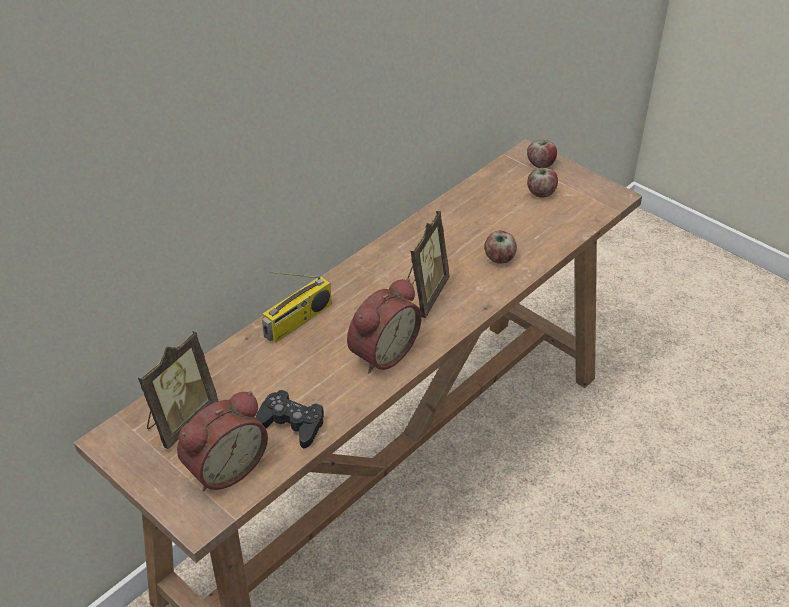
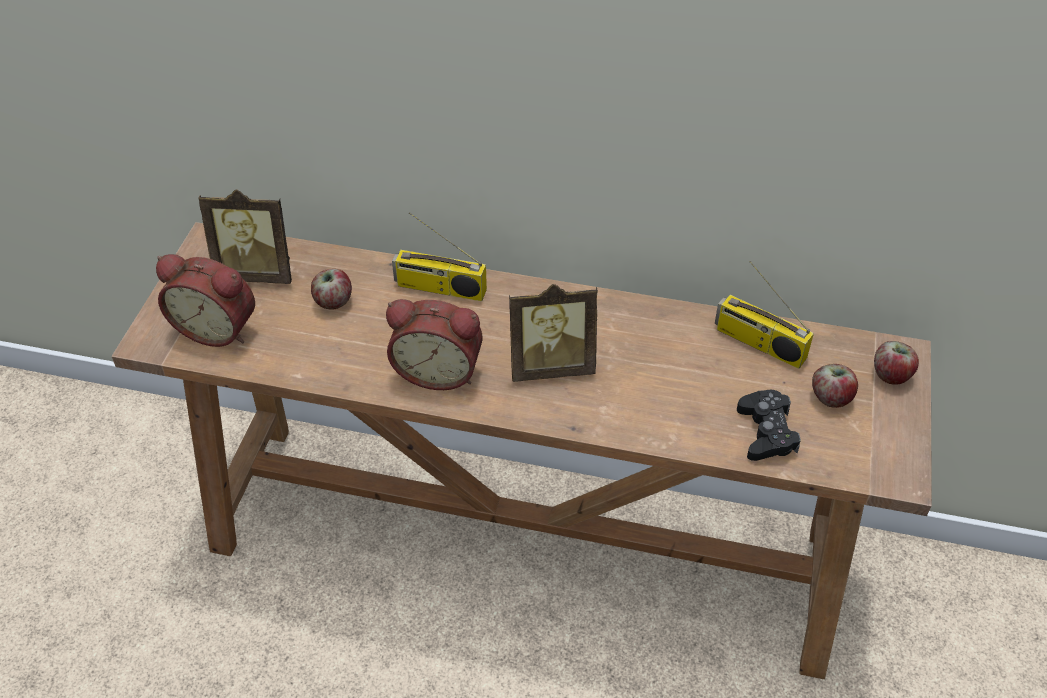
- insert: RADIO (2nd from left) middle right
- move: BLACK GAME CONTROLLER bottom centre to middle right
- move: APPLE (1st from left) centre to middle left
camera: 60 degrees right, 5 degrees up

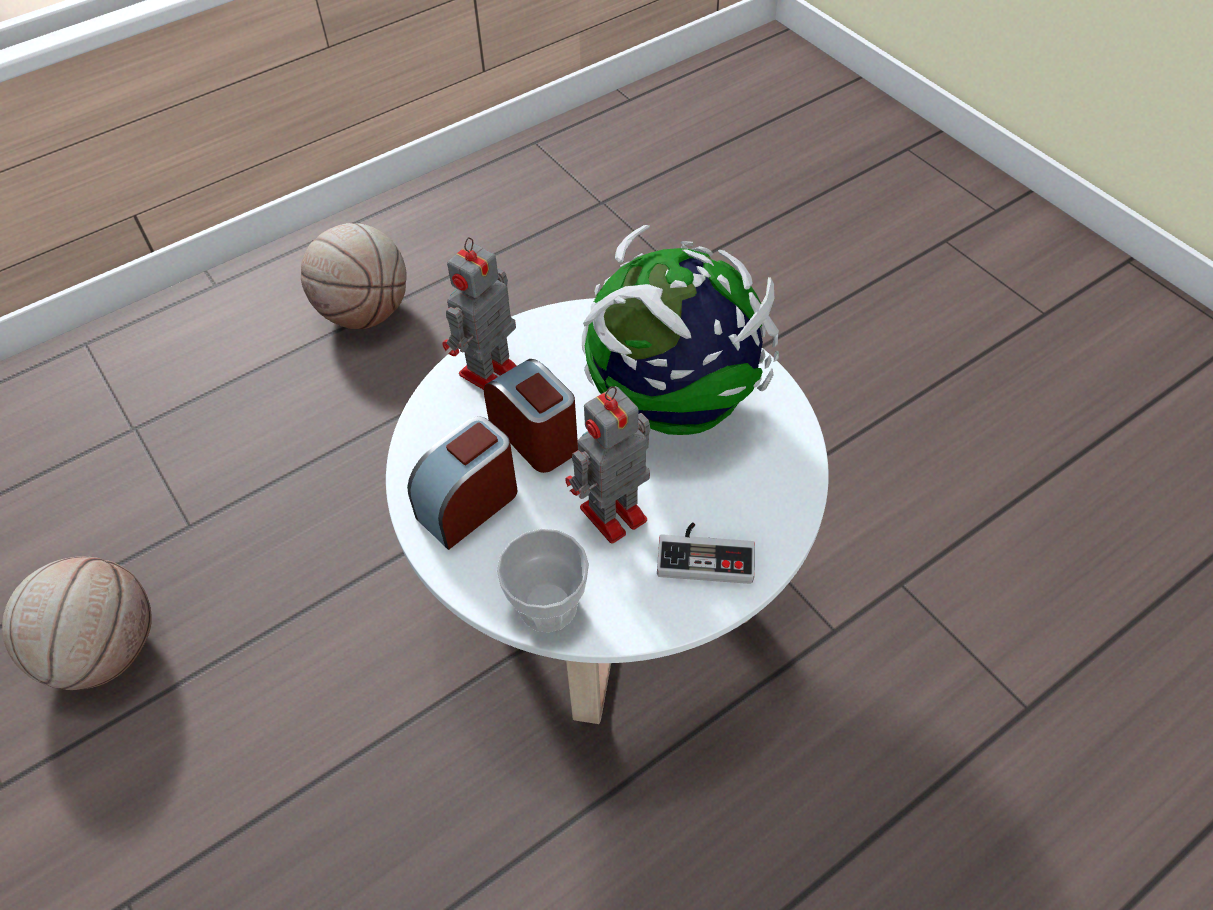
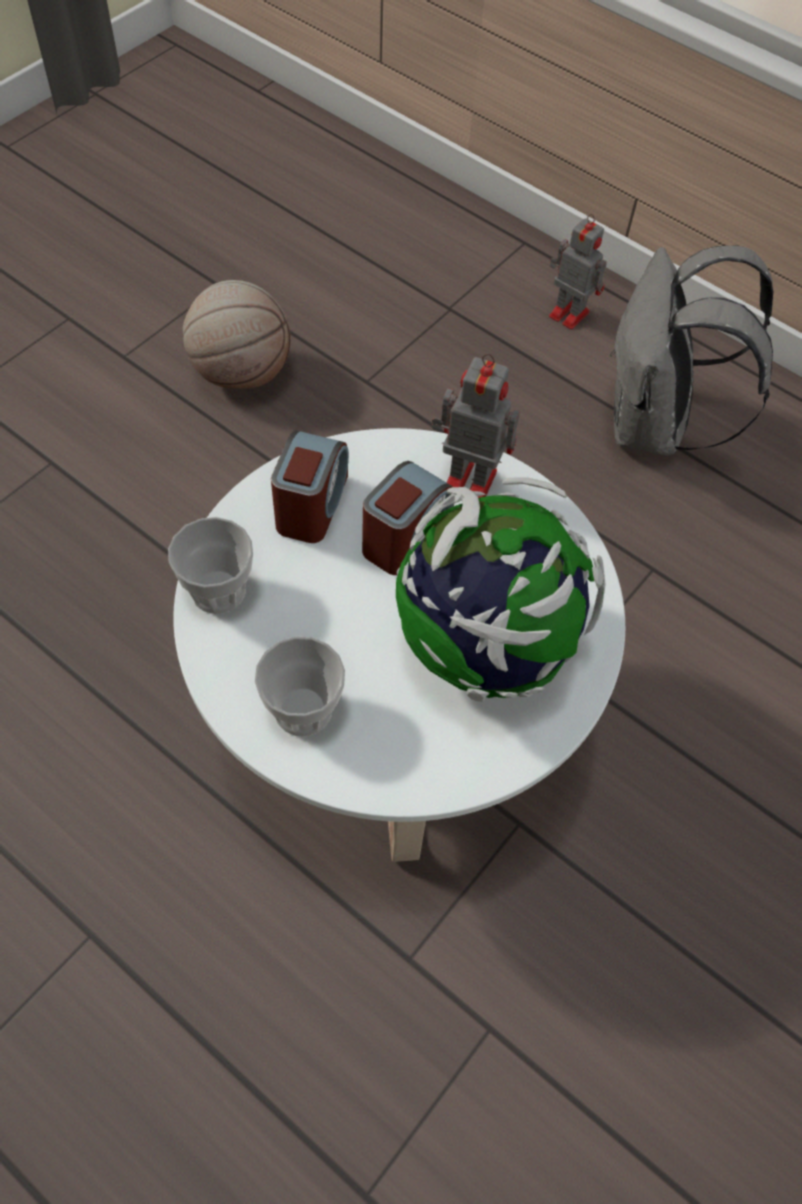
- move: TOY ROBOT (2nd from left) centre to top right
- replace: BASKETBALL (2nd from left) top left to GREY BACKPACK top right
- replace: GAME CONTROLLER centre to CUP (2nd from left) centre
- rotate: ALARM CLOCK (1st from left) centre = centre 75 degrees clockwise
camera: 70 degrees right, 5 degrees up

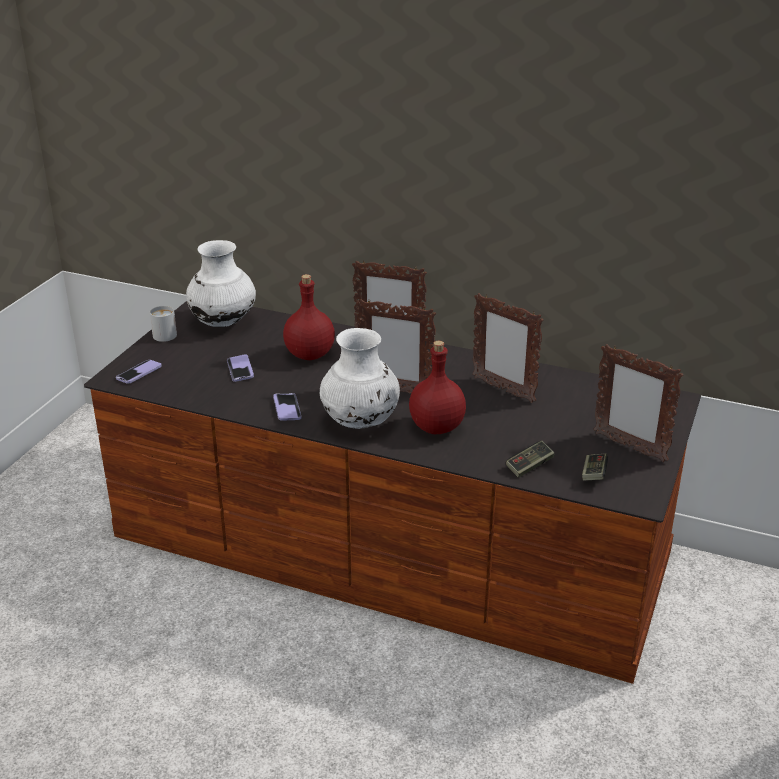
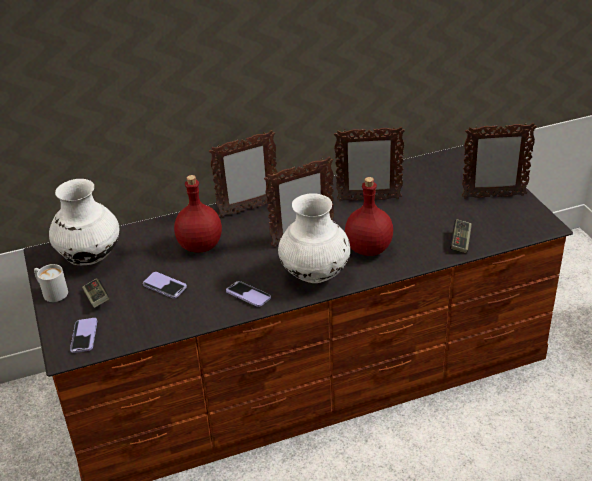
- move: GAME CONTROLLER (2nd from left in the first image) middle right to GAME CONTROLLER (1st from left) middle left
camera: 40 degrees left, 5 degrees up

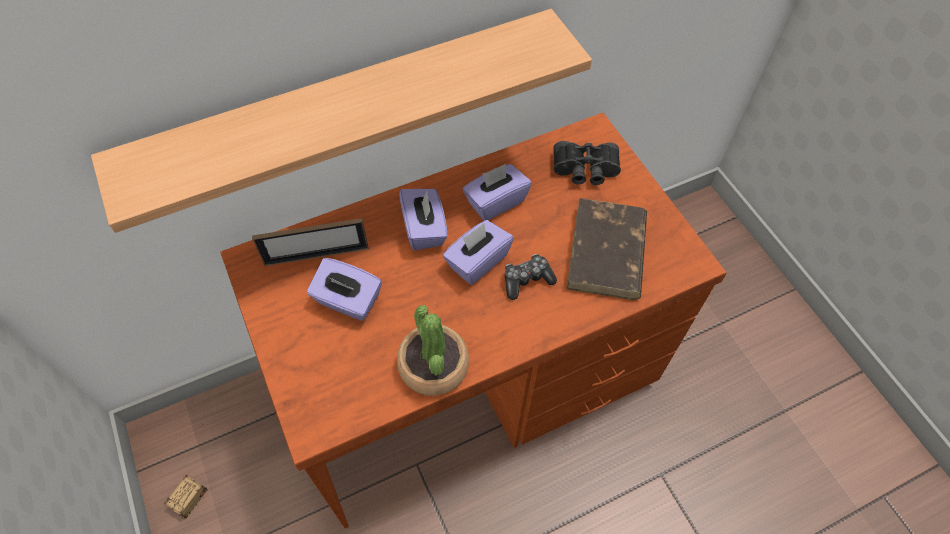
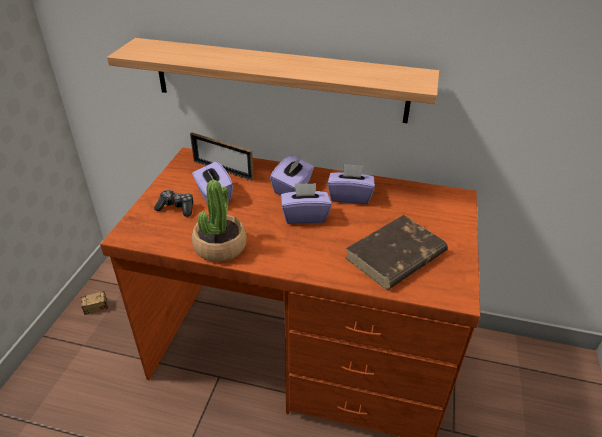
- delete: BLACK BINOCULARS top centre
- move: GAME CONTROLLER centre to middle left
camera: 40 degrees right, 20 degrees down

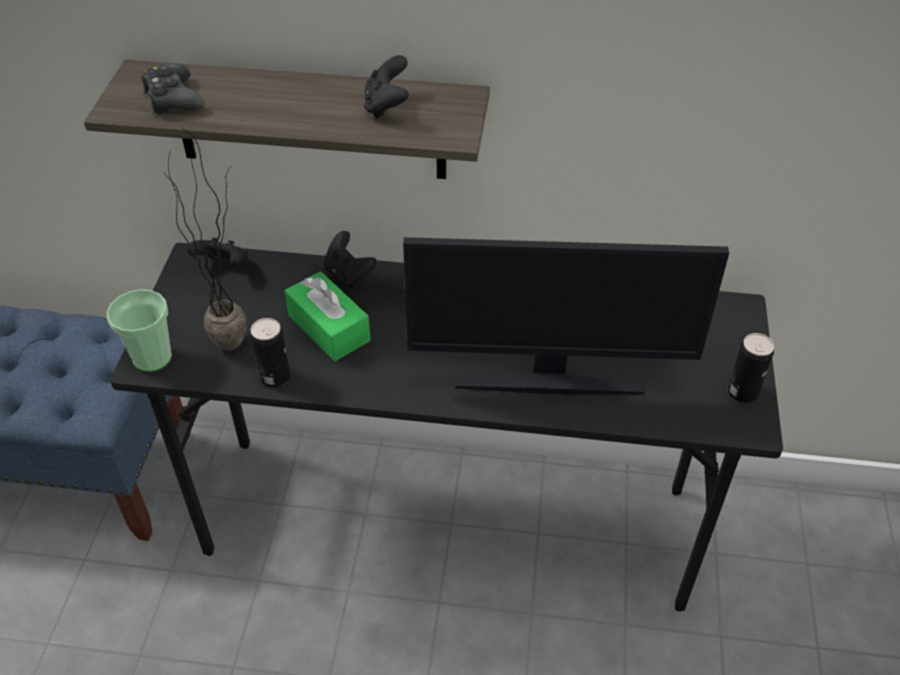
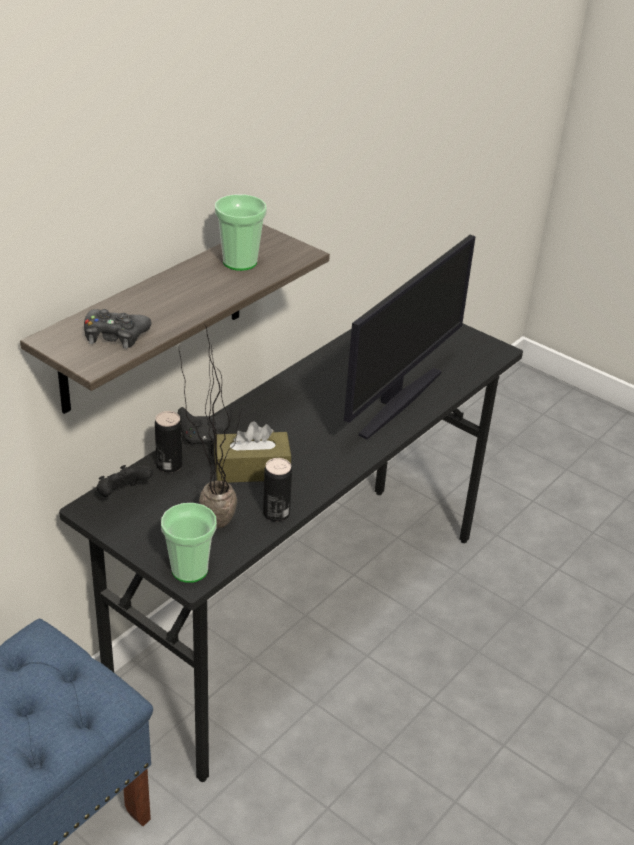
- move: CAN (2nd from left in the first image) middle right to CAN (1st from left) middle left
- replace: BLACK GAME CONTROLLER (4th from left) top centre to CUP (2nd from left) top centre
- recolor: GREEN TISSUE BOX centre to BROWN TISSUE BOX centre
camera: 60 degrees left, 10 degrees down

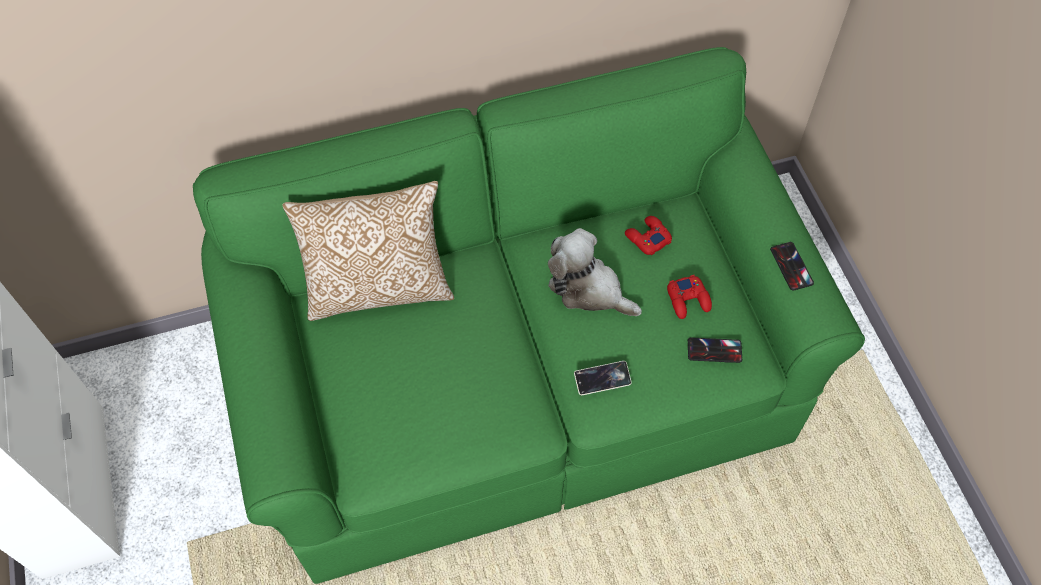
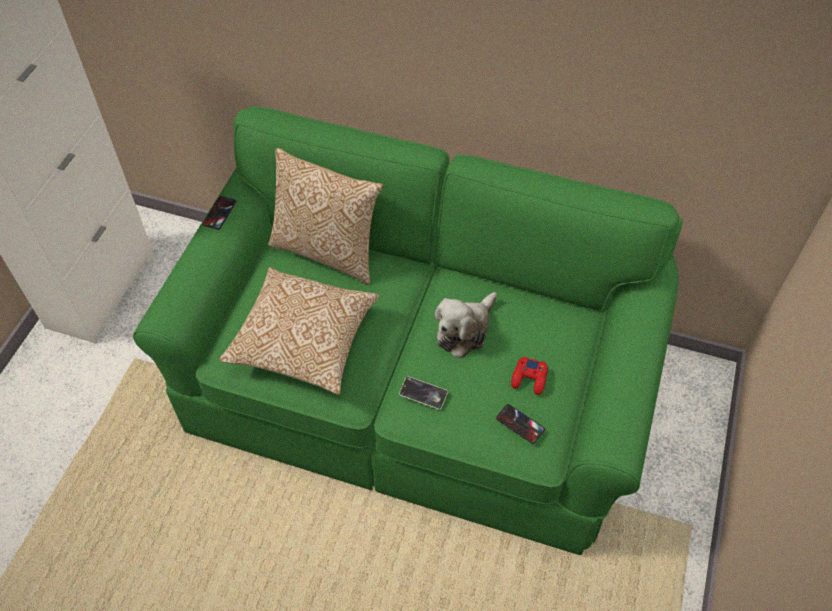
- delete: RED GAME CONTROLLER (1st from left) centre
- insert: PILLOW (1st from left) centre
- move: PHONE (3rd from left in the first image) middle right to PHONE (1st from left) middle left
- rotate: PLUSH TOY centre = centre 120 degrees counterclockwise
camera: 35 degrees right, 5 degrees down

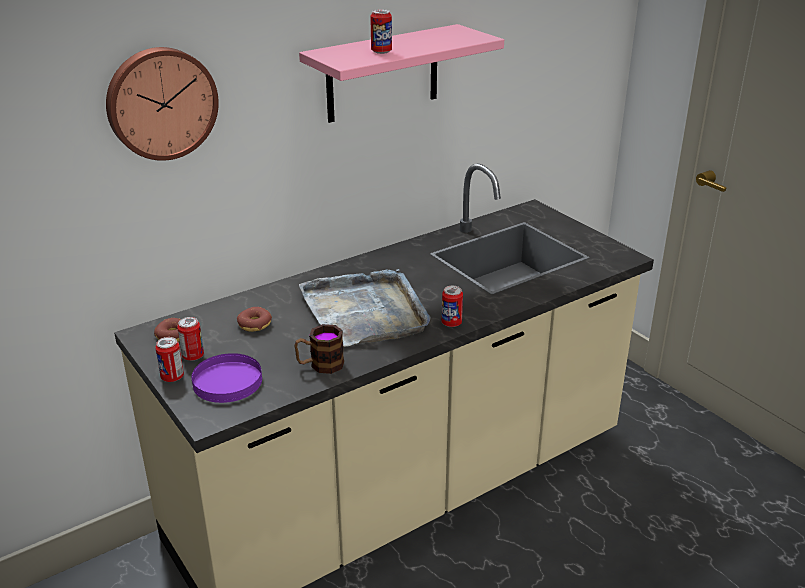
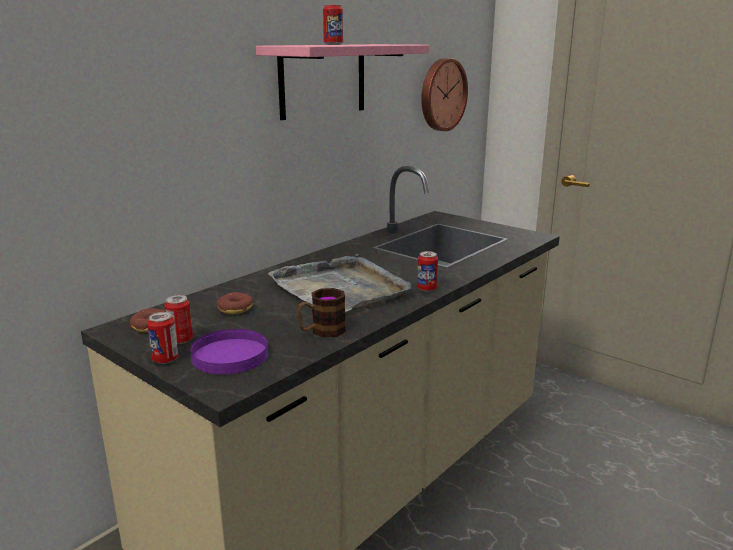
- move: WALL CLOCK top left to top centre
camera: 15 degrees left, 10 degrees down

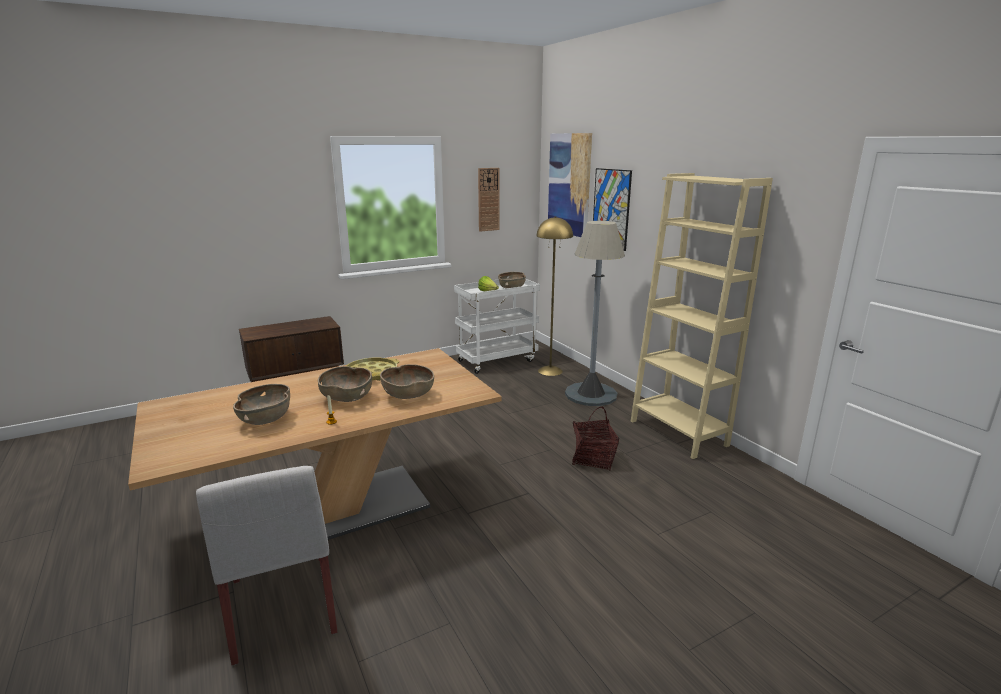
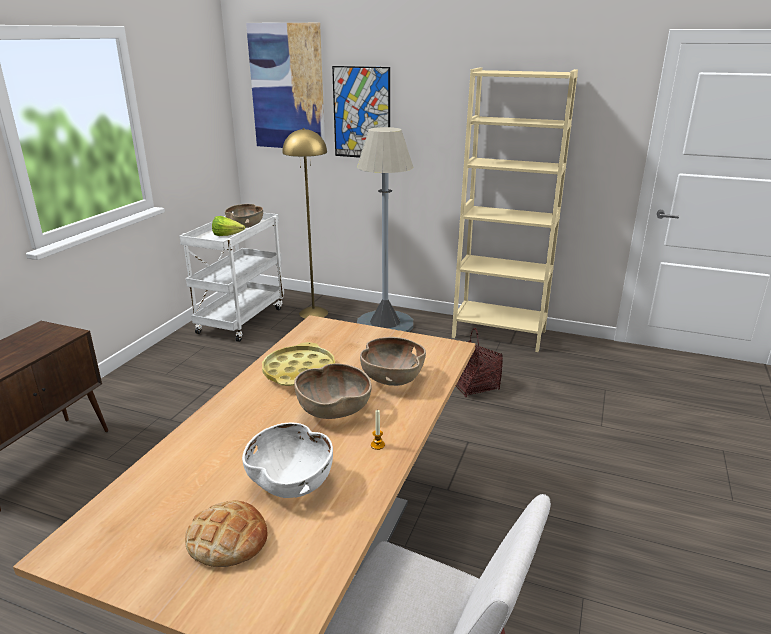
- delete: WALL CLOCK top centre
- insert: BREAD bottom left
- recolor: BROWN BOWL (1st from left) middle left to WHITE BOWL bottom centre
camera: 40 degrees left, 5 degrees up

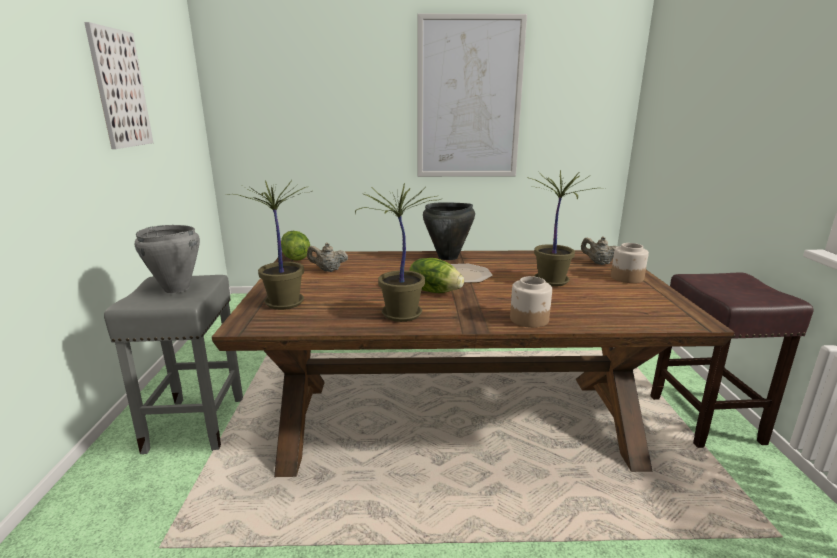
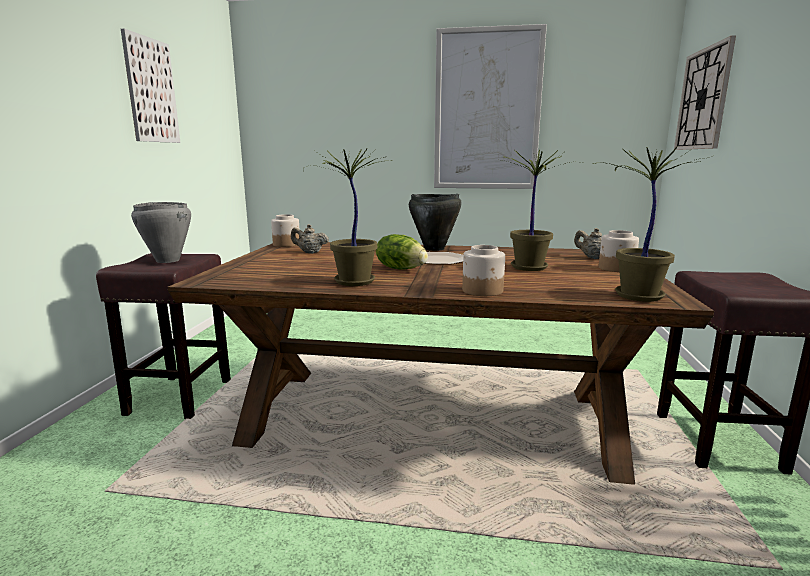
- insert: WALL CLOCK top right
- move: POTTED PLANT (1st from left in the first image) middle left to POTTED PLANT (3rd from left) middle right
- replace: LETTUCE (1st from left) centre to JAR (1st from left) centre
- recolor: GREY STOOL middle left to BROWN STOOL (1st from left) middle left
camera: 10 degrees right, 5 degrees down

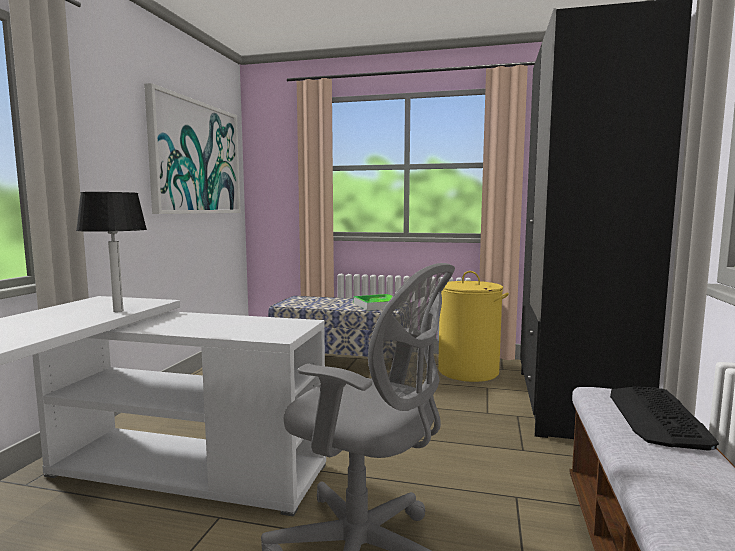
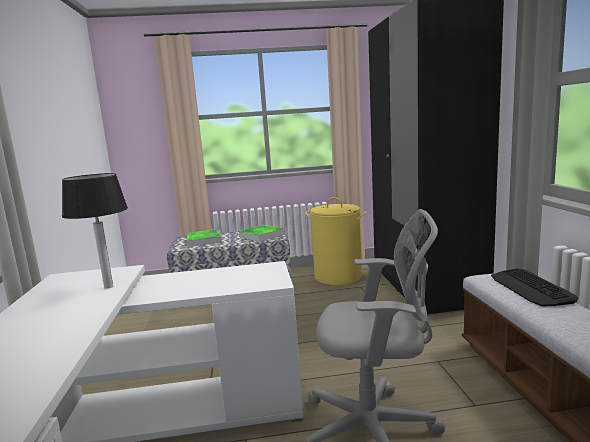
- delete: PICTURE top left
- insert: TRAY (1st from left) centre
camera: 20 degrees left, 5 degrees up

